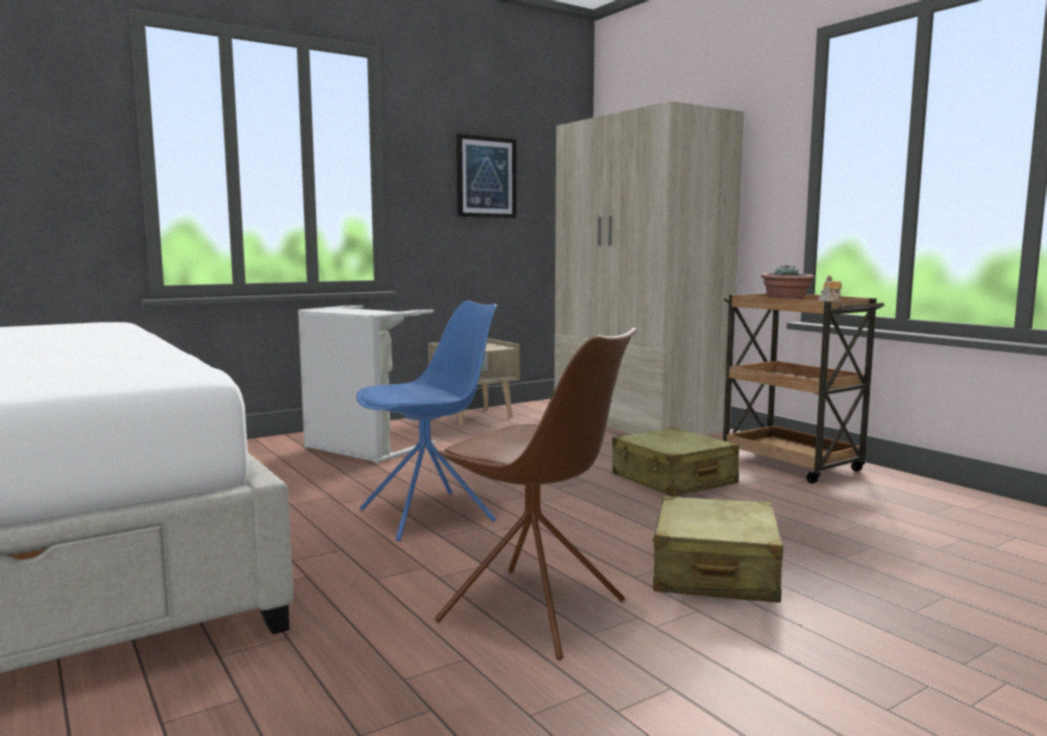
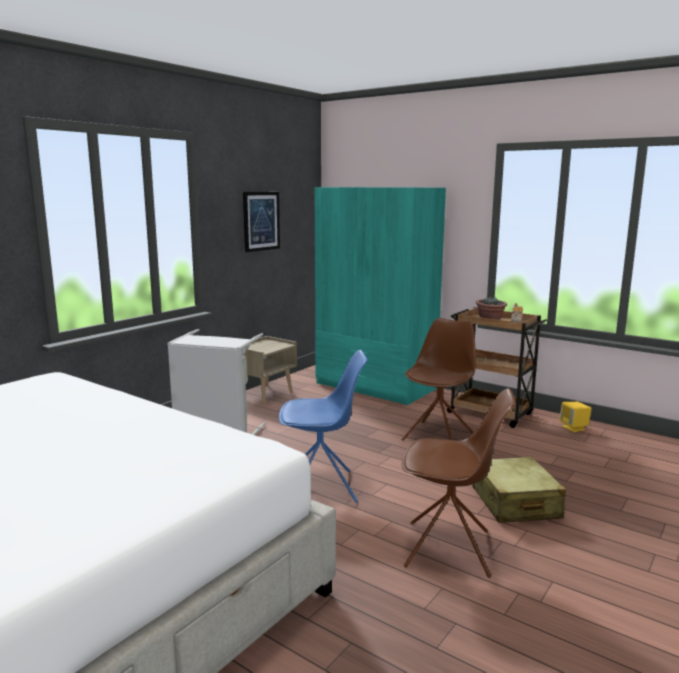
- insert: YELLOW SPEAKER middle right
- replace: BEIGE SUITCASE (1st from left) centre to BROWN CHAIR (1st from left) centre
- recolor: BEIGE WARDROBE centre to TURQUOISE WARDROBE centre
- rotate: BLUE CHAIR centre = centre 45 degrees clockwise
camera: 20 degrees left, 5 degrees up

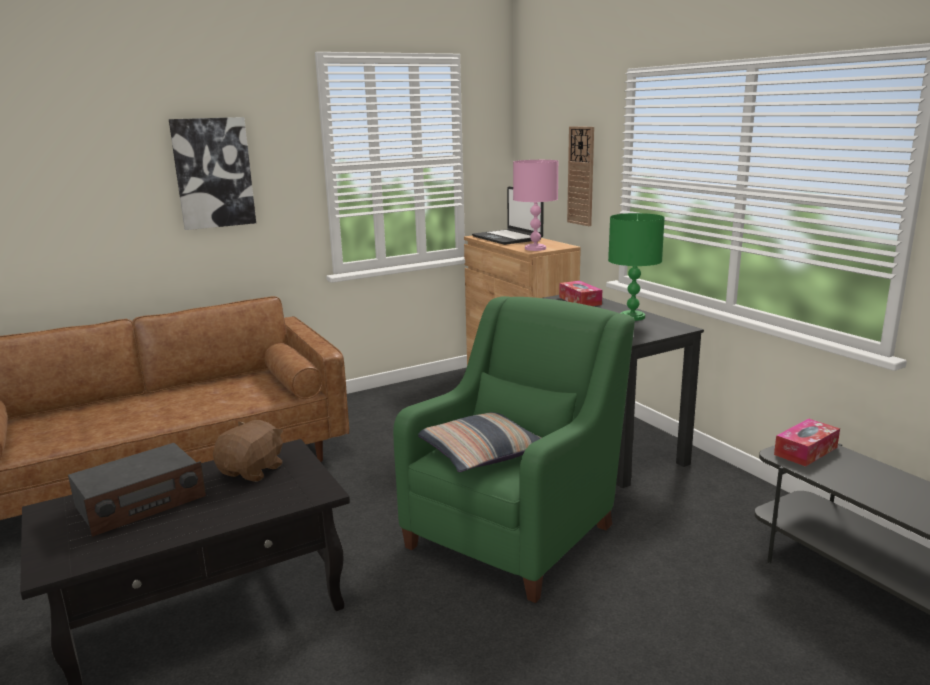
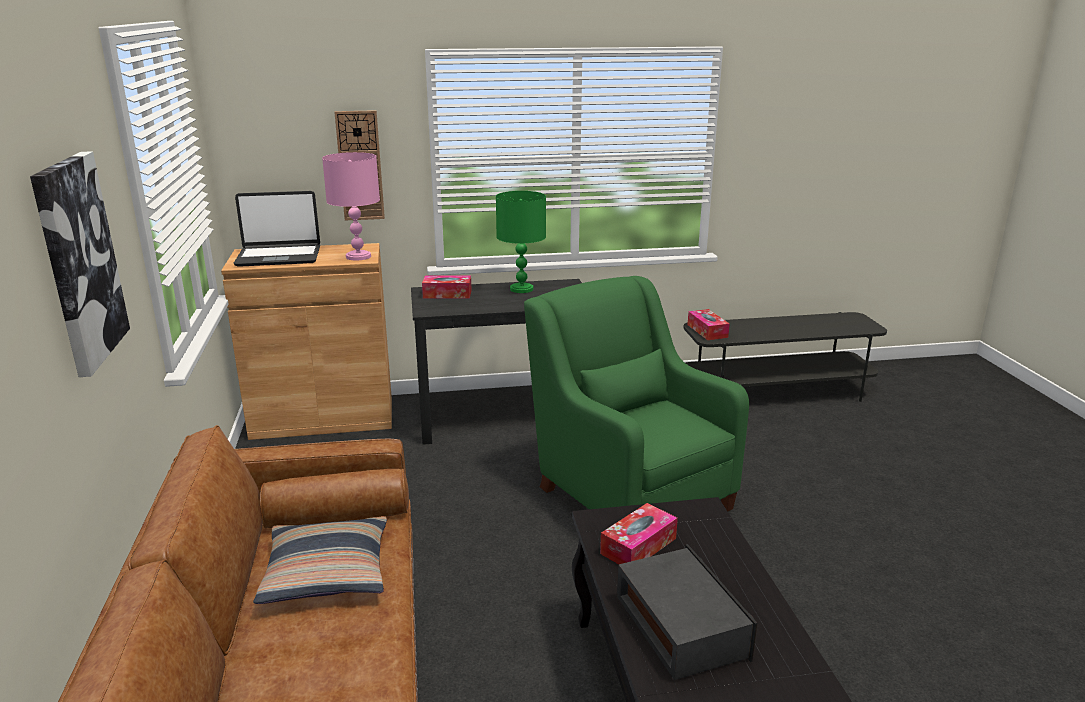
- move: PILLOW centre to bottom left
- replace: BROWN PLUSH TOY middle left to TISSUE BOX (2nd from left) bottom centre
camera: 70 degrees left, 5 degrees up

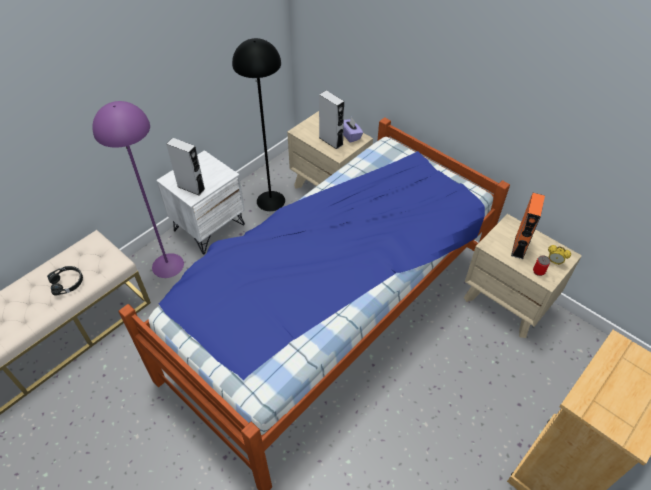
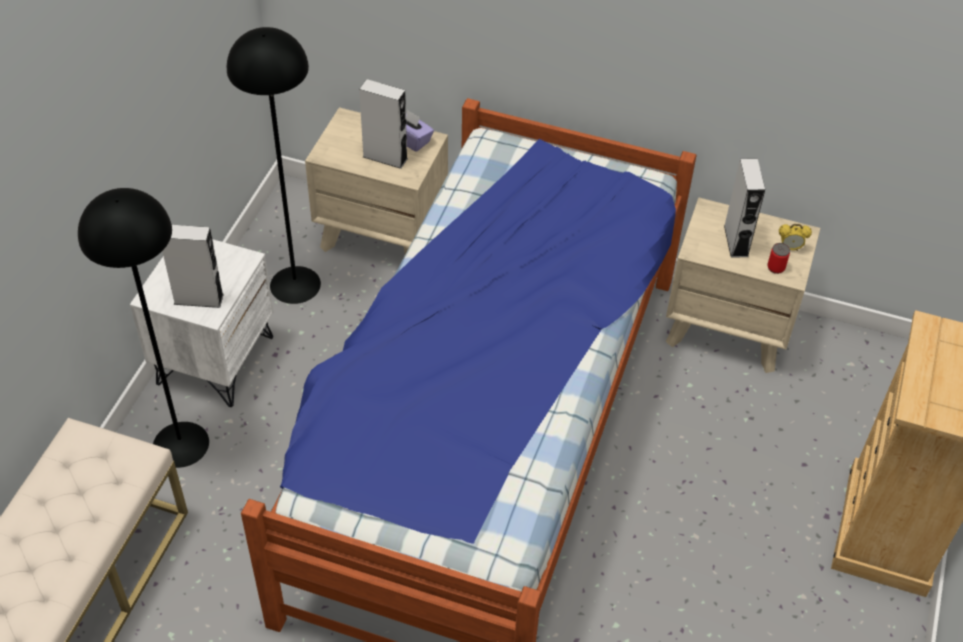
- delete: BLACK HEADPHONES middle left
- recolor: PURPLE FLOOR LAMP middle left to BLACK FLOOR LAMP (1st from left) middle left
- recolor: ORANGE SPEAKER middle right to GREY SPEAKER (3rd from left) top right
camera: 25 degrees left, 0 degrees up

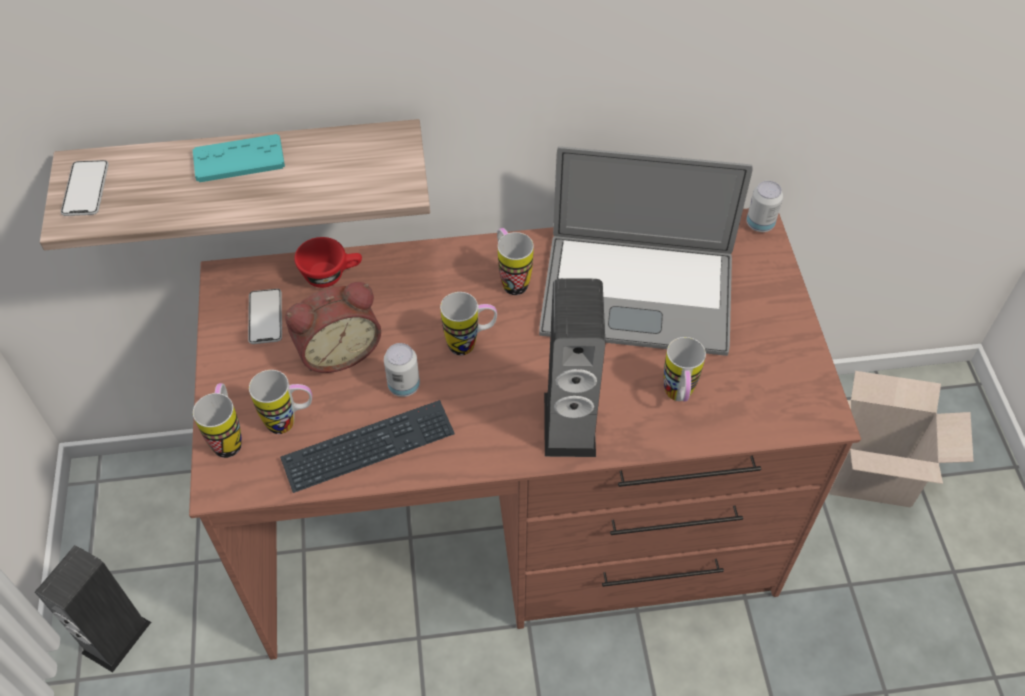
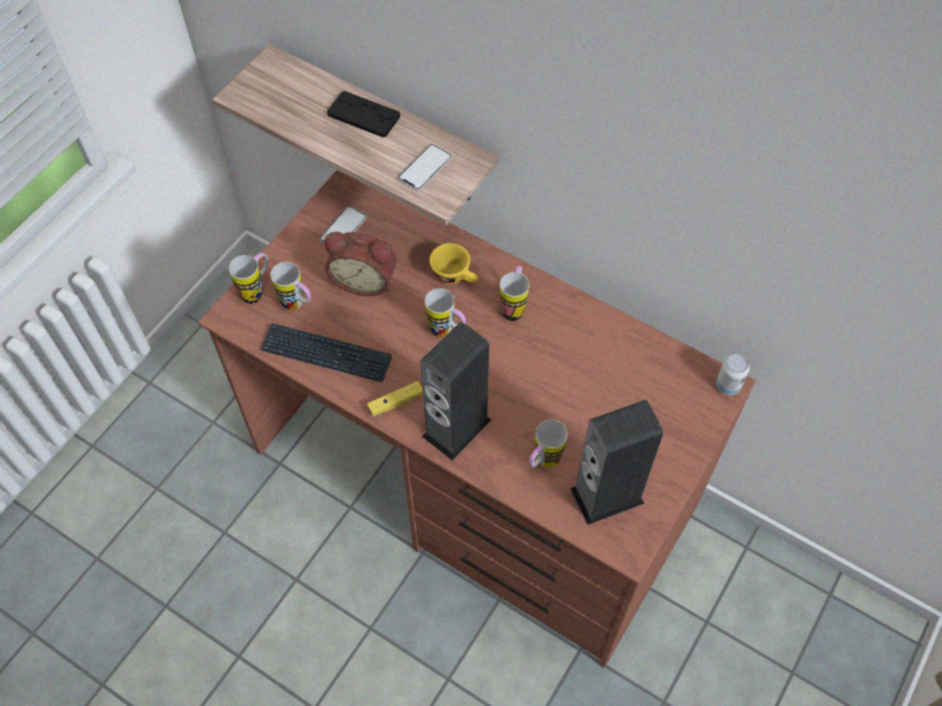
- delete: RED CUP middle left
- delete: CAN (1st from left) centre
- delete: LAPTOP centre
- delete: CARDBOARD BOX middle right
- insert: YELLOW GAME CONTROLLER centre
- insert: YELLOW CUP centre
- move: SPEAKER (1st from left in the first image) bottom left to SPEAKER (2nd from left) centre
- move: PHONE (1st from left in the first image) top left to PHONE (2nd from left) top centre
- recolor: TURQUOISE GAME CONTROLLER top left to BLACK GAME CONTROLLER top centre
camera: 40 degrees right, 5 degrees up

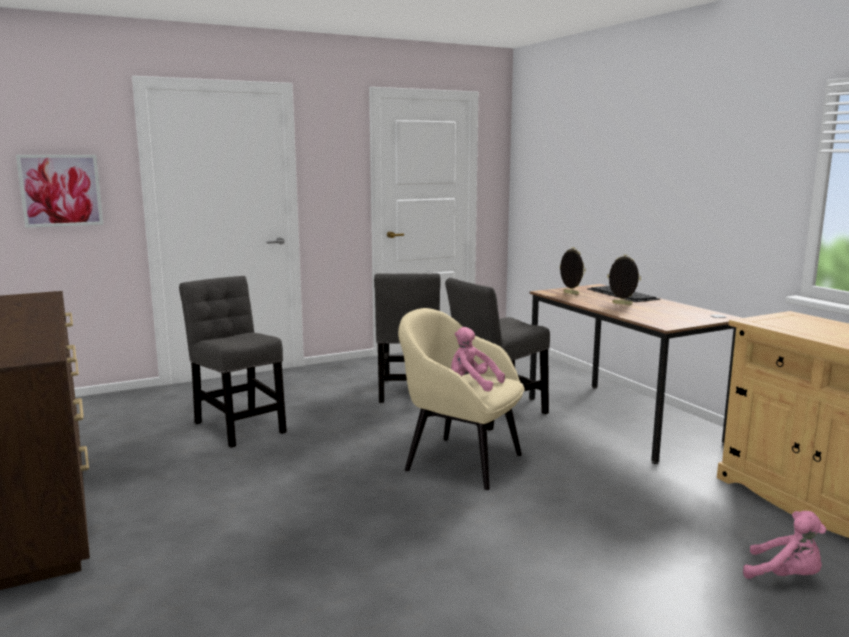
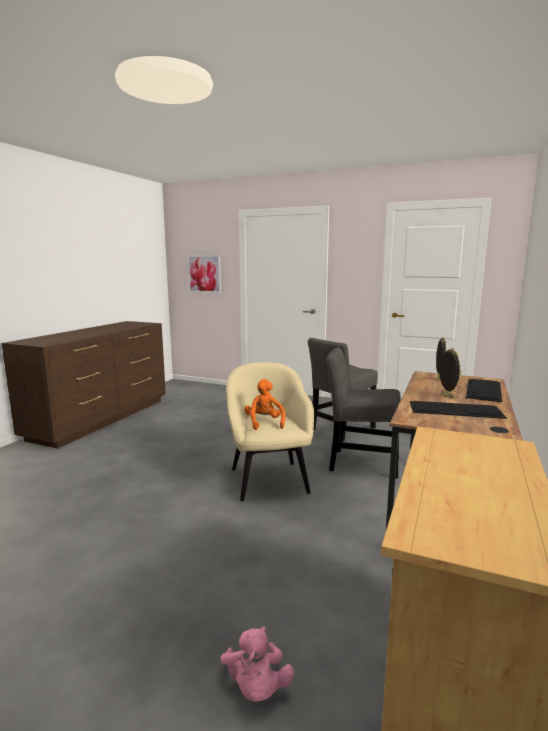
- delete: GREY CHAIR (1st from left) middle left
- insert: KEYBOARD (1st from left) middle right
- recolor: PINK PLUSH TOY (1st from left) centre to ORANGE PLUSH TOY centre
camera: 50 degrees right, 0 degrees up

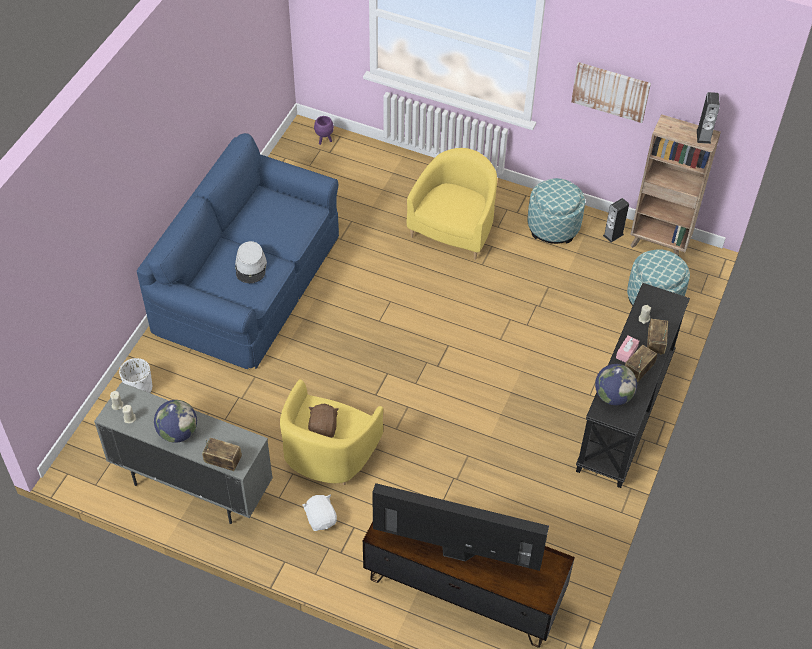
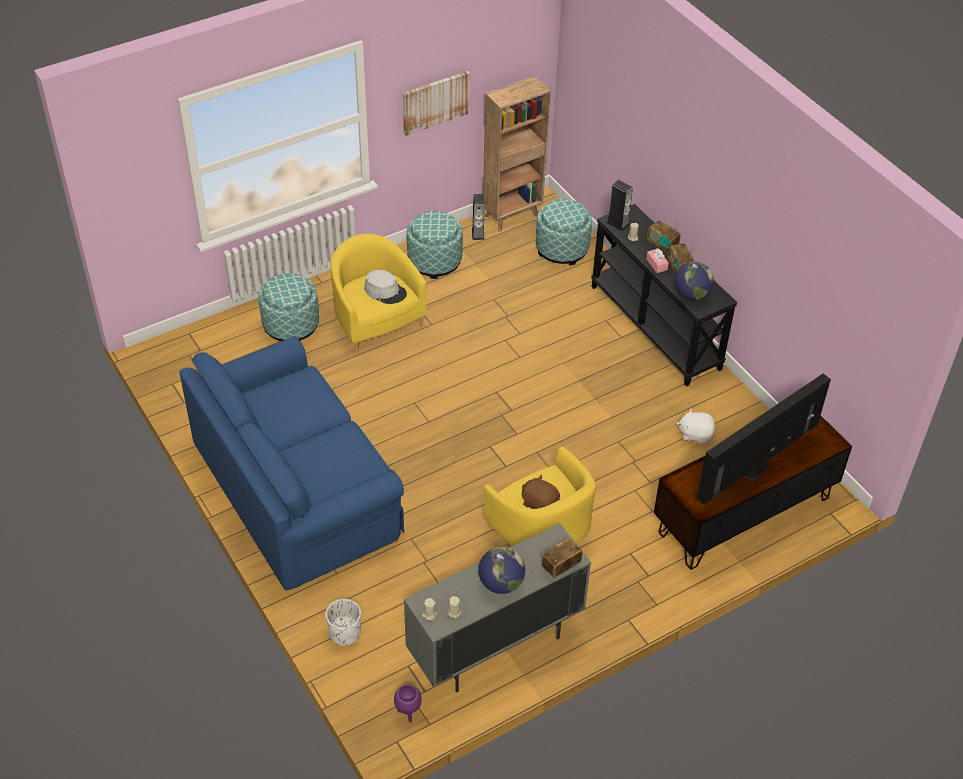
- insert: OTTOMAN (1st from left) middle left
- move: GREY HAT middle left to centre
- move: WHITE PLUSH TOY bottom centre to middle right
- move: PURPLE PLANTER top centre to bottom centre
- move: SPEAKER (2nd from left) top right to top centre
camera: 55 degrees left, 5 degrees down

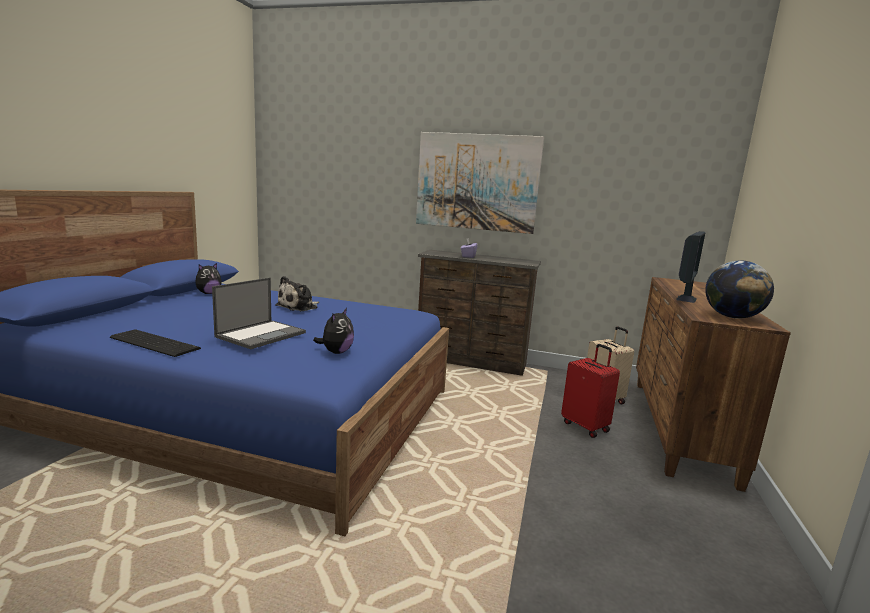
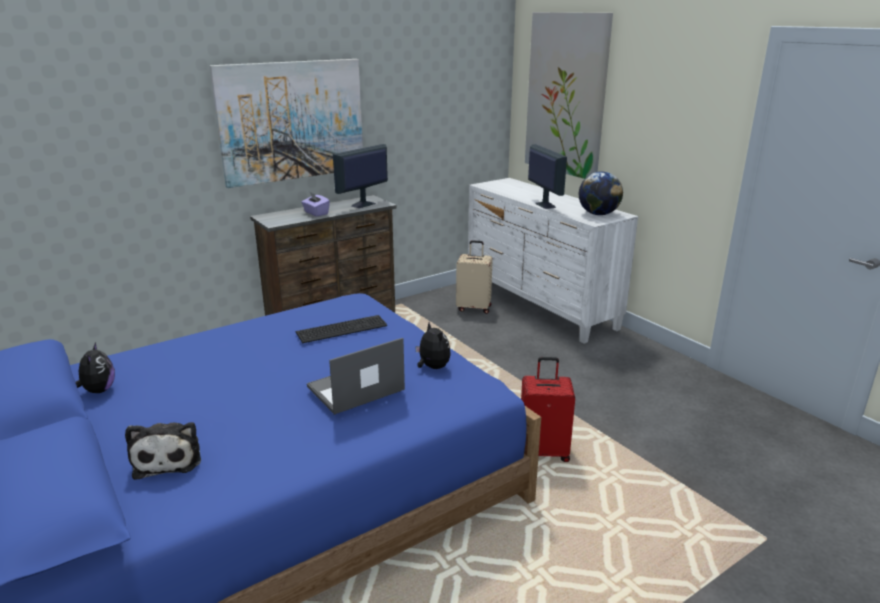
- insert: MONITOR (1st from left) top centre
- insert: PICTURE (2nd from left) top centre
- move: KEYBOARD middle left to centre
- move: PLUSH TOY (2nd from left) centre to bottom left
- move: RED SUITCASE middle right to bottom centre
- recolor: BROWN DRESSER (2nd from left) middle right to WHITE DRESSER centre
- rotate: LAPTOP middle left = centre 105 degrees counterclockwise
camera: 50 degrees left, 10 degrees up

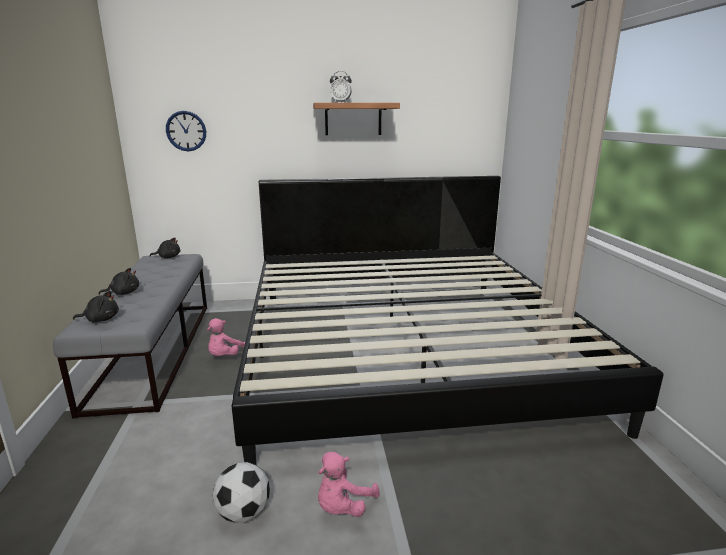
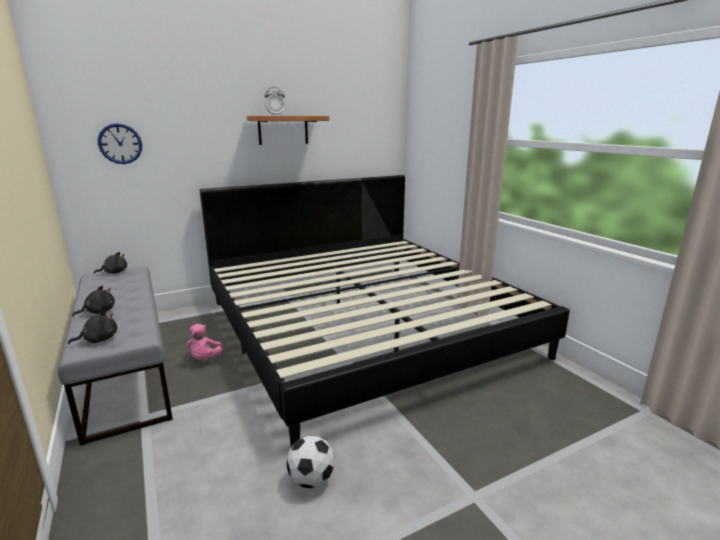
- delete: PINK PLUSH TOY (2nd from left) bottom centre
camera: 20 degrees left, 0 degrees up

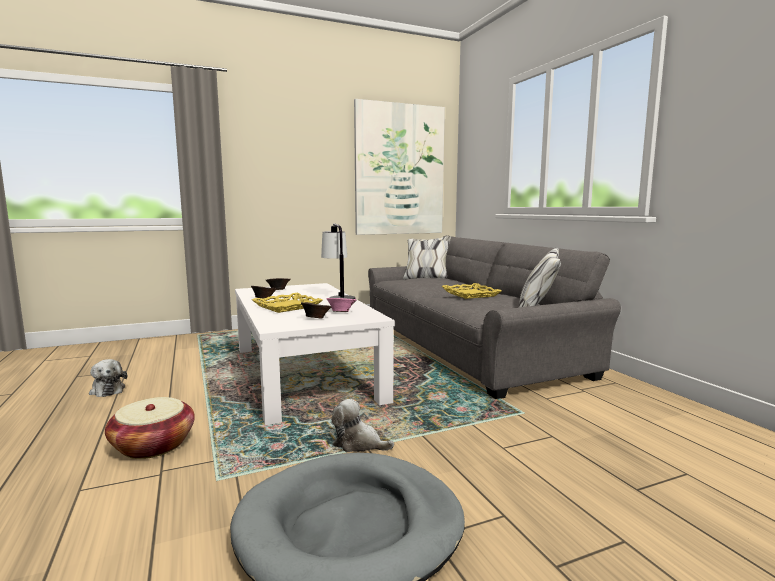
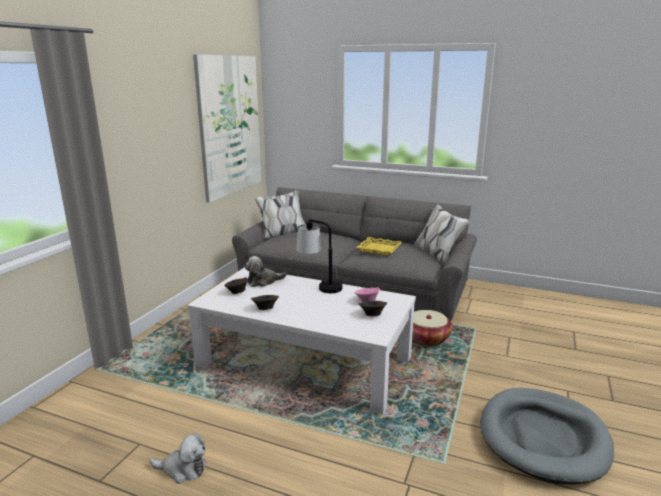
- delete: YELLOW TRAY (1st from left) centre
- move: BASKET bottom left to centre
- move: PLUSH TOY (2nd from left) bottom centre to centre
camera: 45 degrees left, 10 degrees up

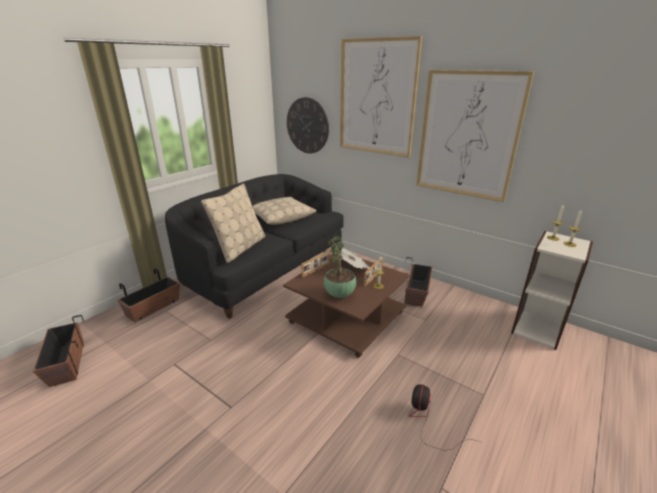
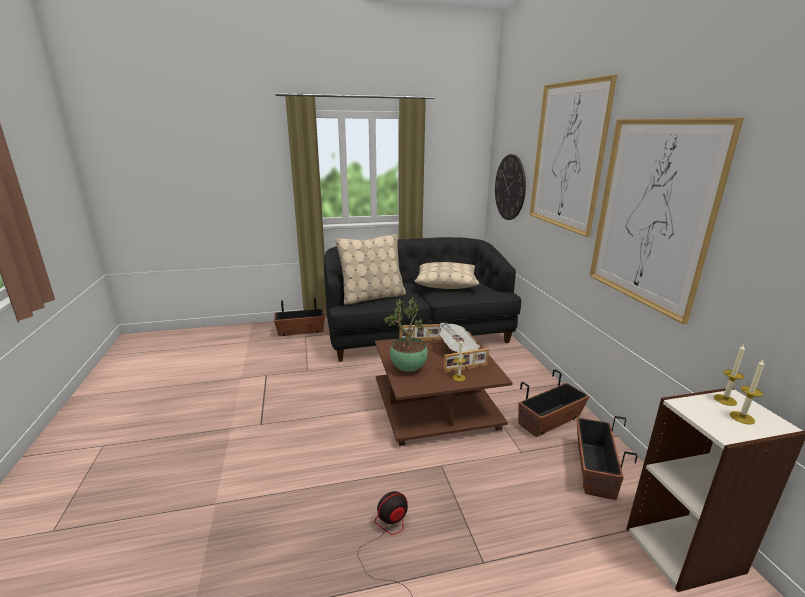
- move: PLANTER (1st from left in the first image) bottom left to PLANTER (3rd from left) bottom right
camera: 40 degrees right, 5 degrees down

